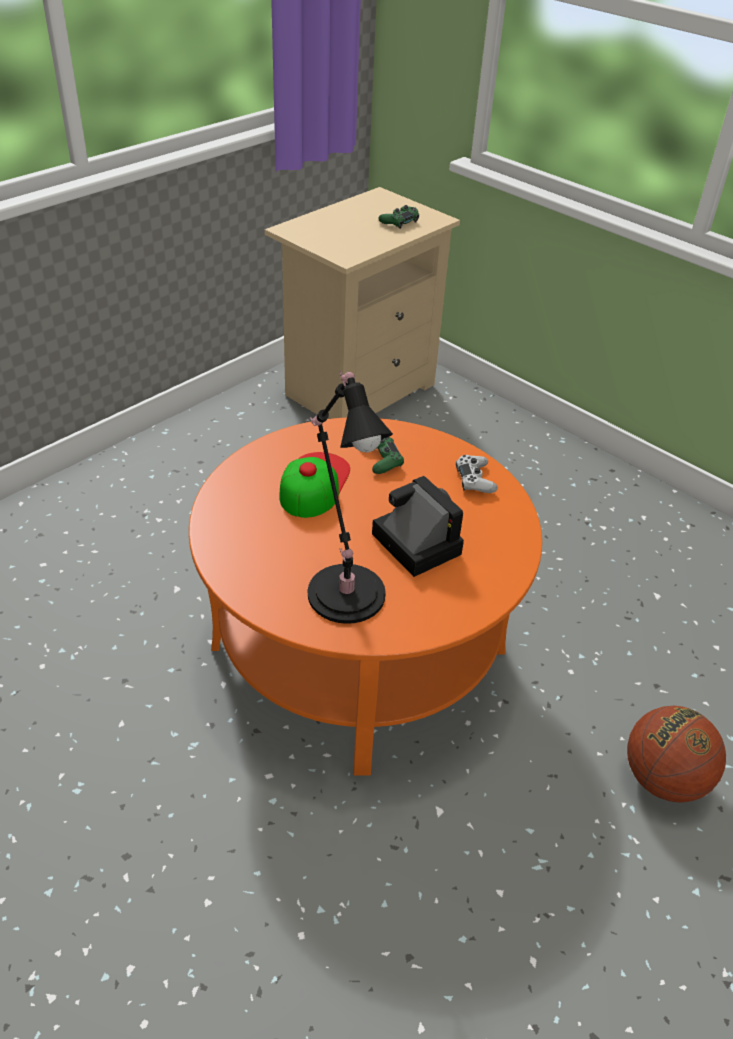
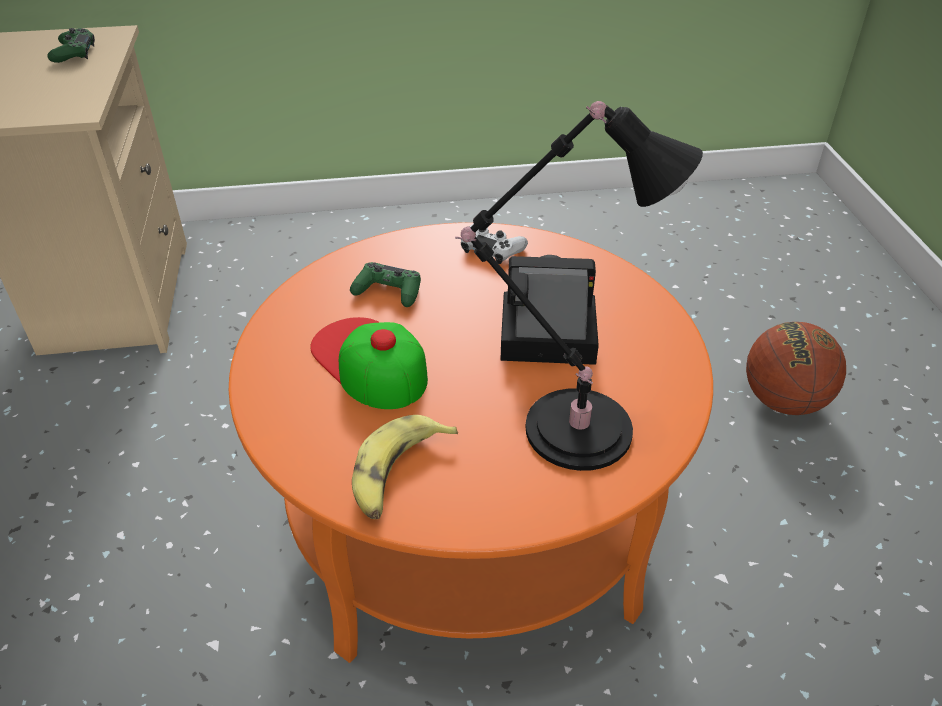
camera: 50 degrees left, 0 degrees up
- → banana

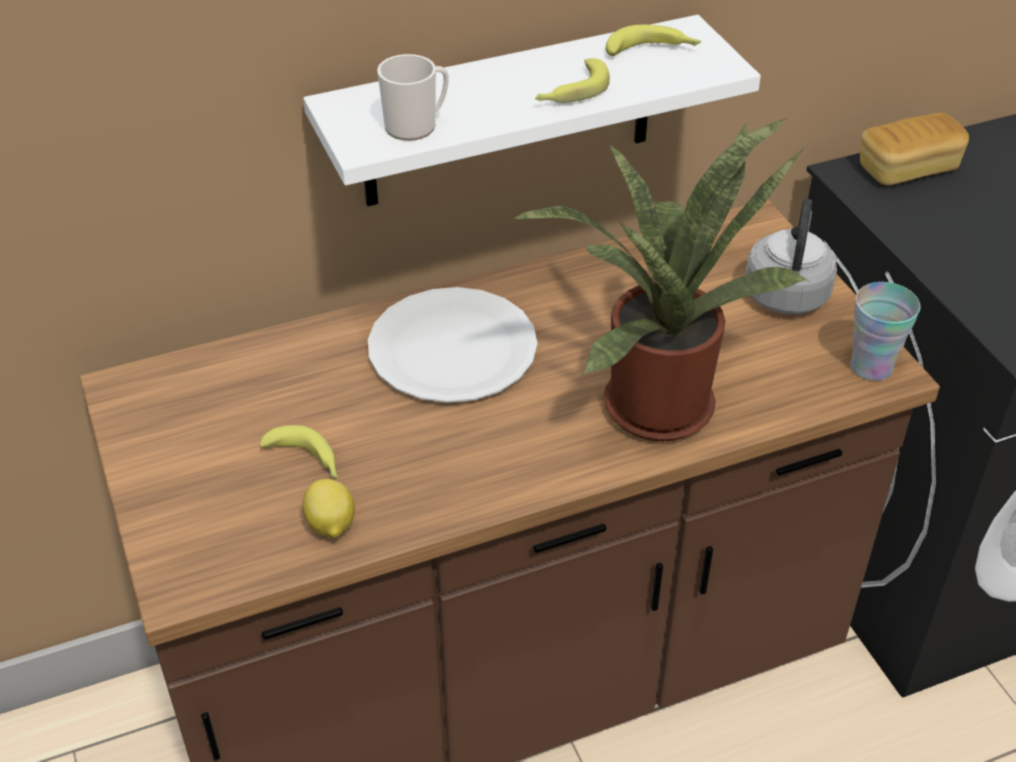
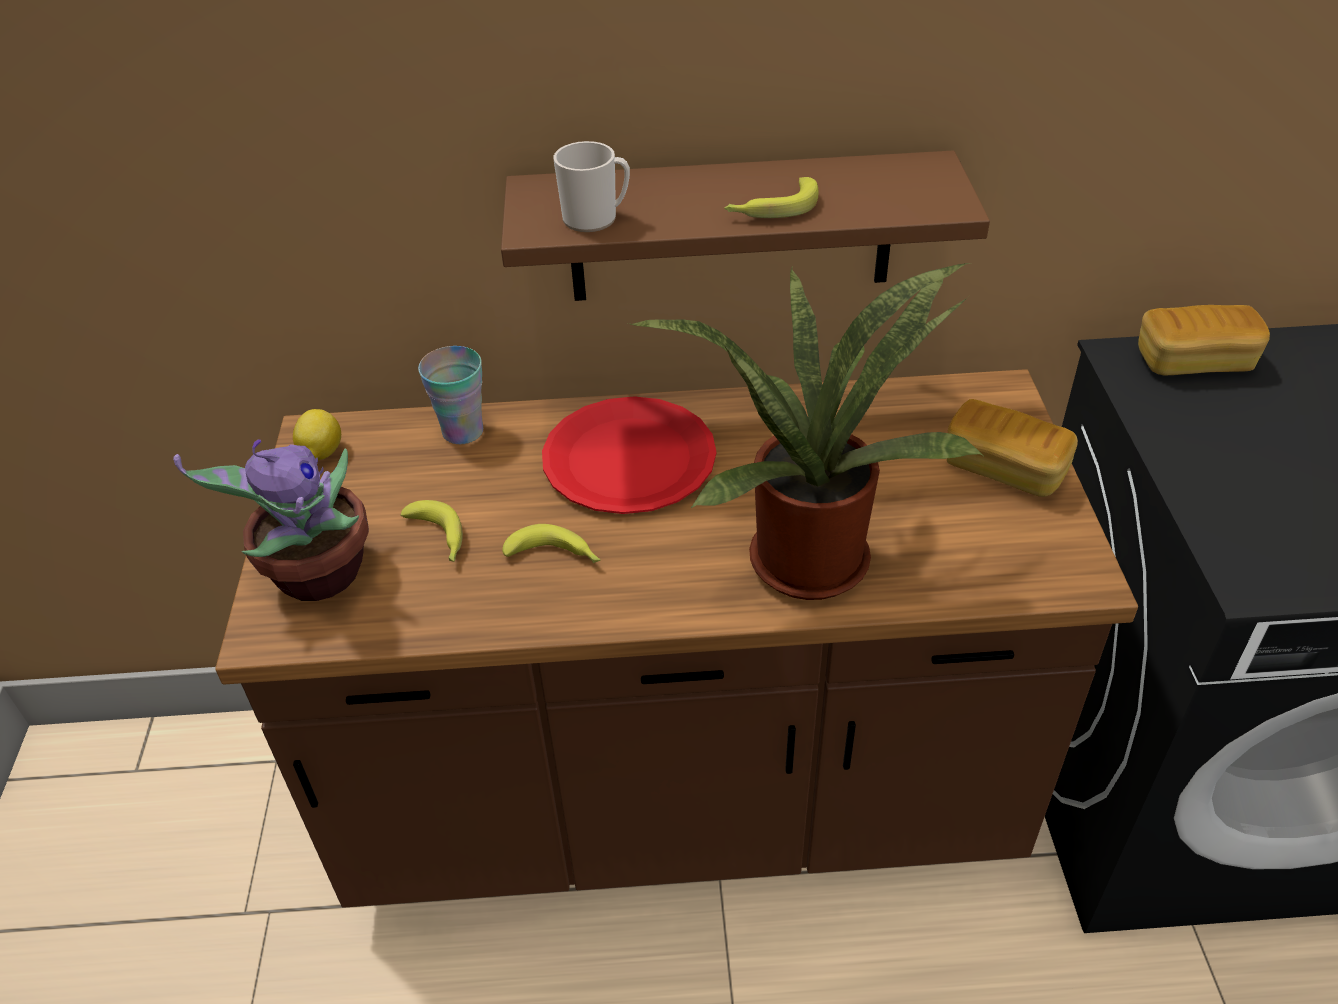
camera: 20 degrees right, 0 degrees up
white shelf → brown shelf
banana (3rd from left in the first image) → banana (2nd from left), move
grey kettle → bread (1st from left)
cup, move
white plate → red plate
lemon, move
- → potted plant (1st from left)

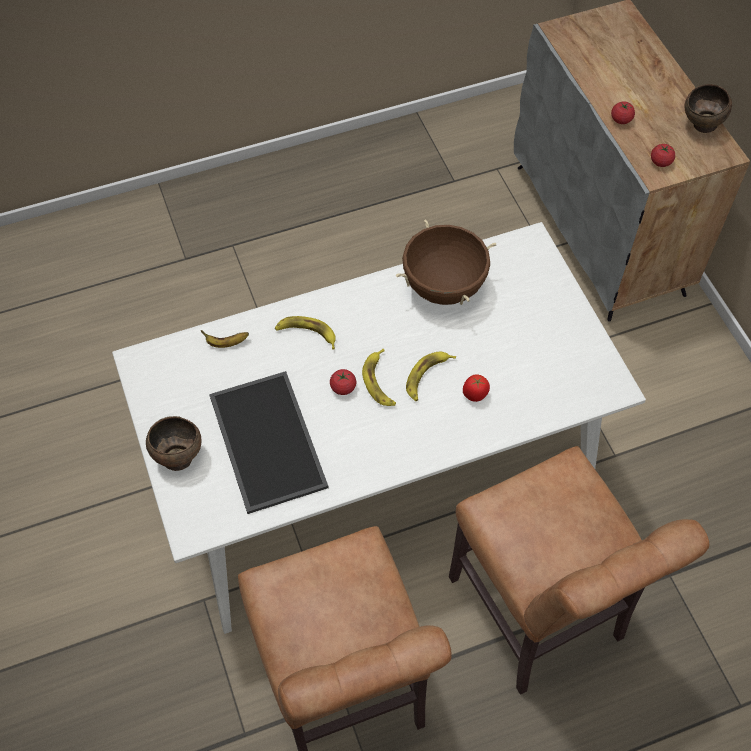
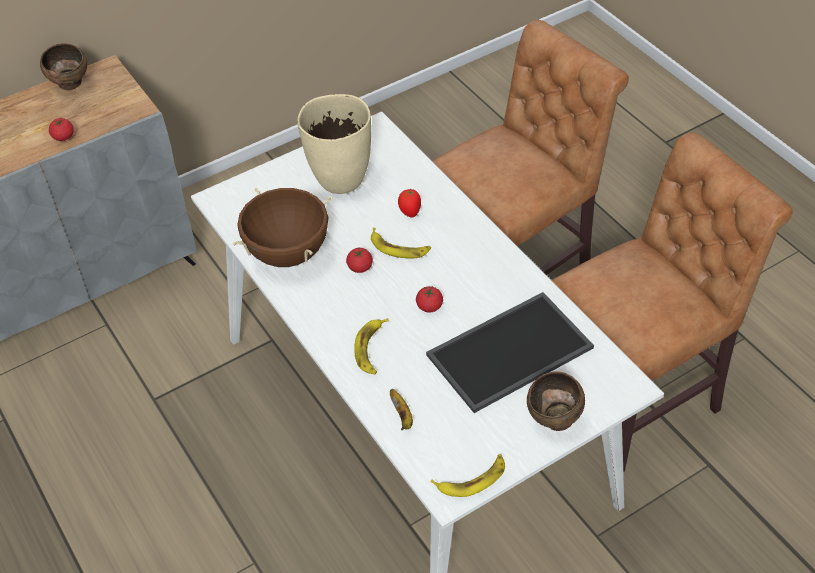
camera: 100 degrees left, 10 degrees down
tomato (4th from left in the first image) → tomato (2nd from left), move
banana (3rd from left in the first image) → banana (4th from left), move
- → beige vase

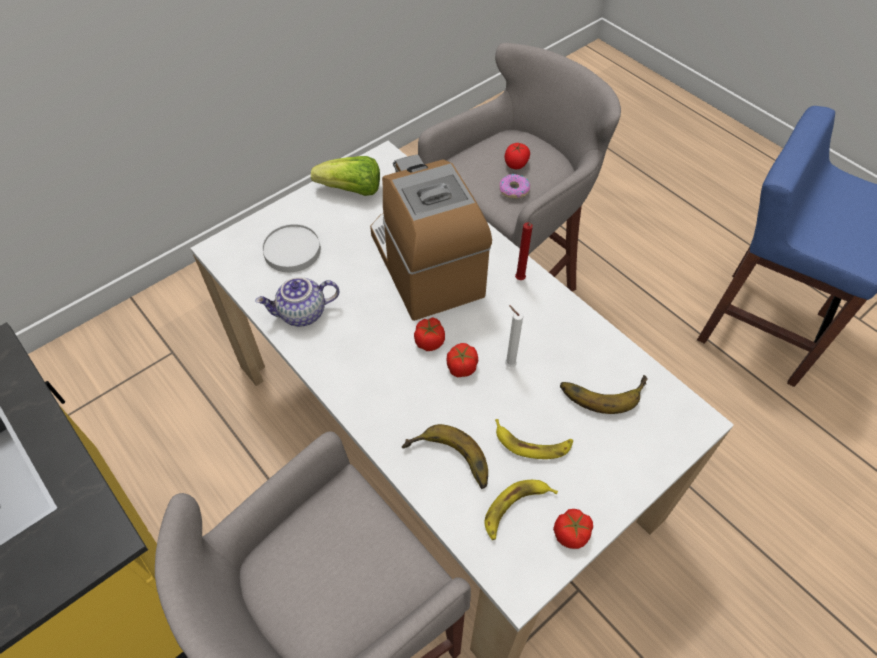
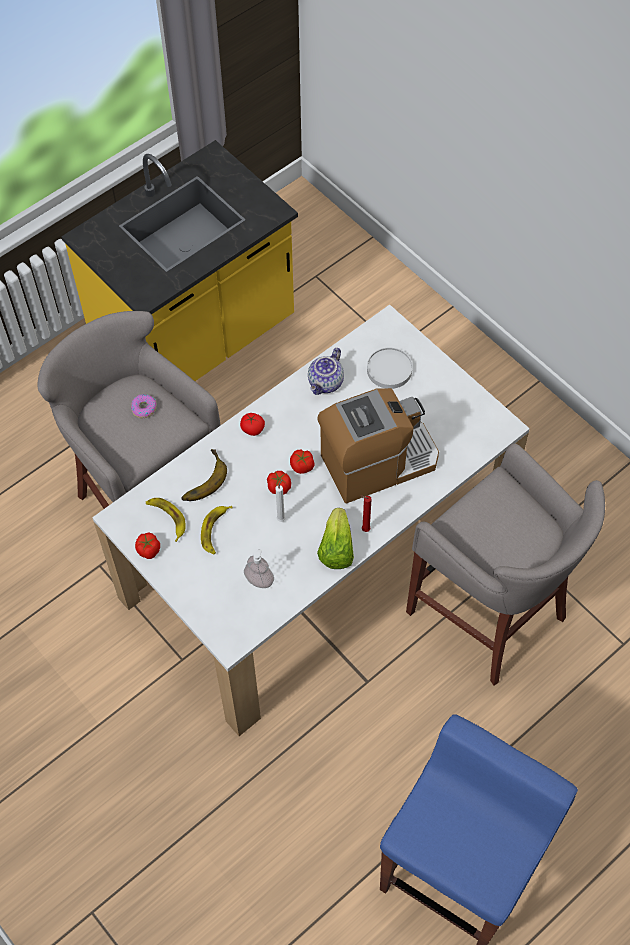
camera: 90 degrees right, 5 degrees up
tomato (3rd from left in the first image) → tomato (2nd from left), move
lettuce, move
donut, move
teapot, 135 degrees counterclockwise
banana (4th from left) → soap dispenser

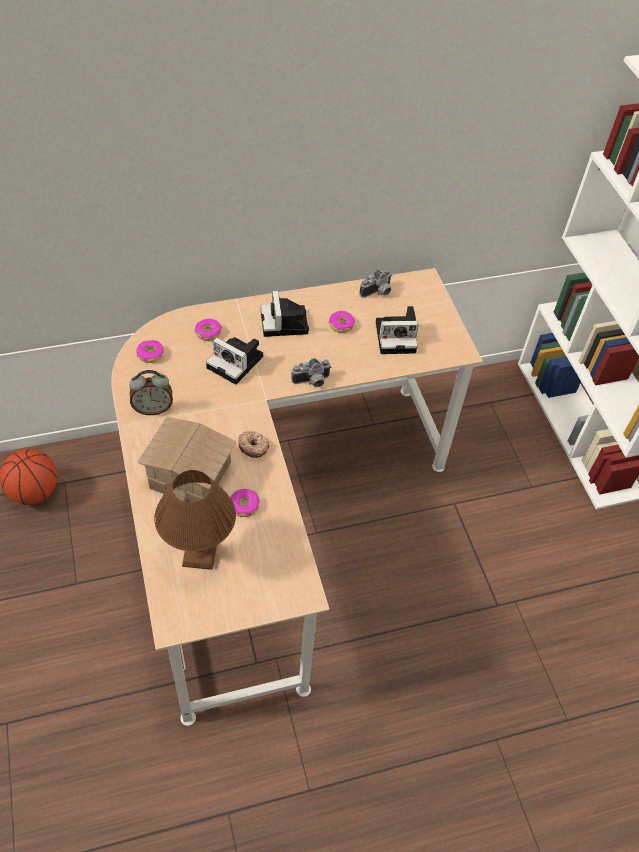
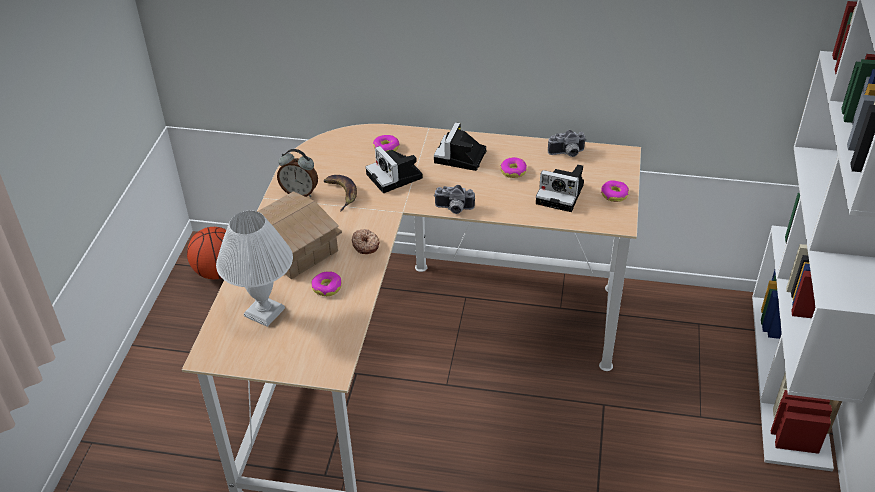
camera: 30 degrees right, 10 degrees down
donut (1st from left in the first image) → donut (5th from left), move
brown table lamp → white table lamp
- → banana

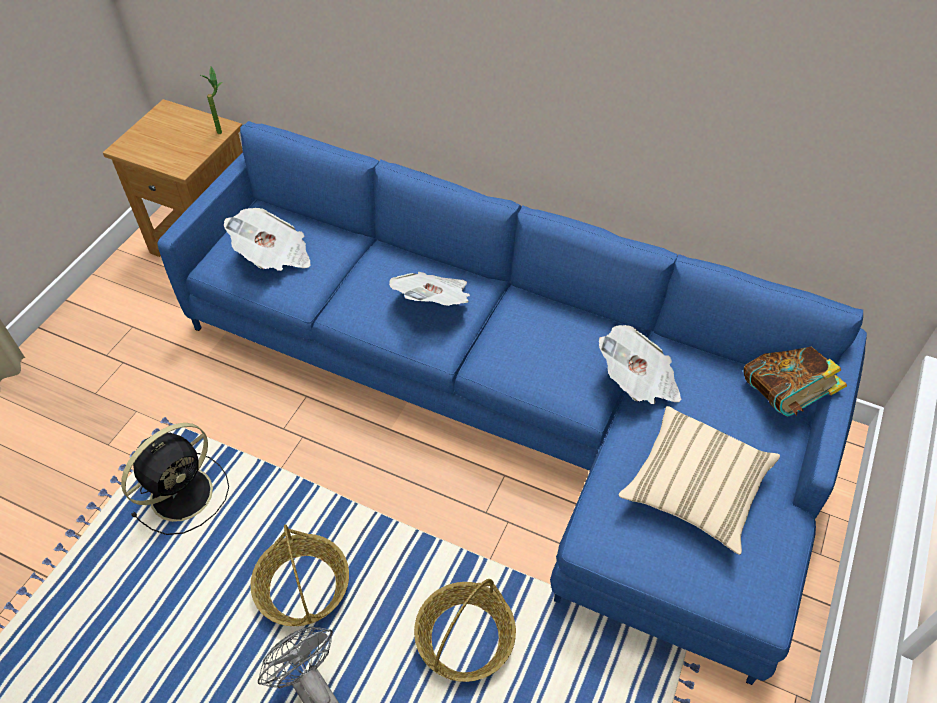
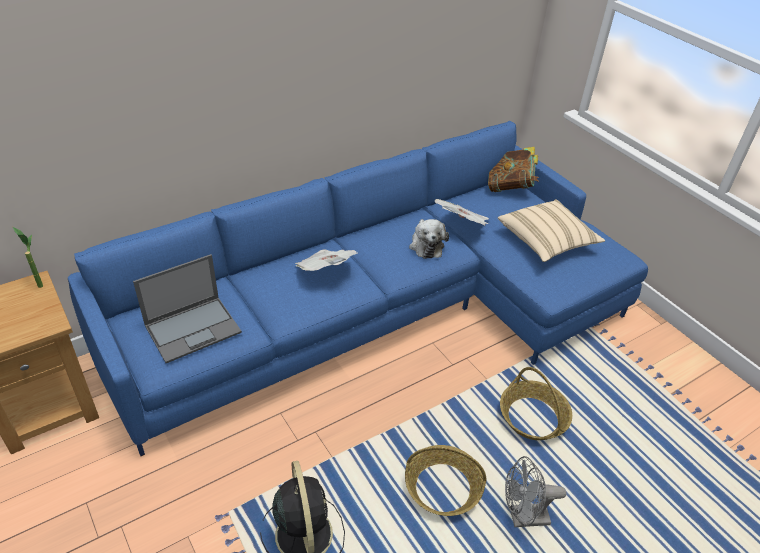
camera: 60 degrees left, 10 degrees down
newspaper (1st from left) → laptop
- → plush toy

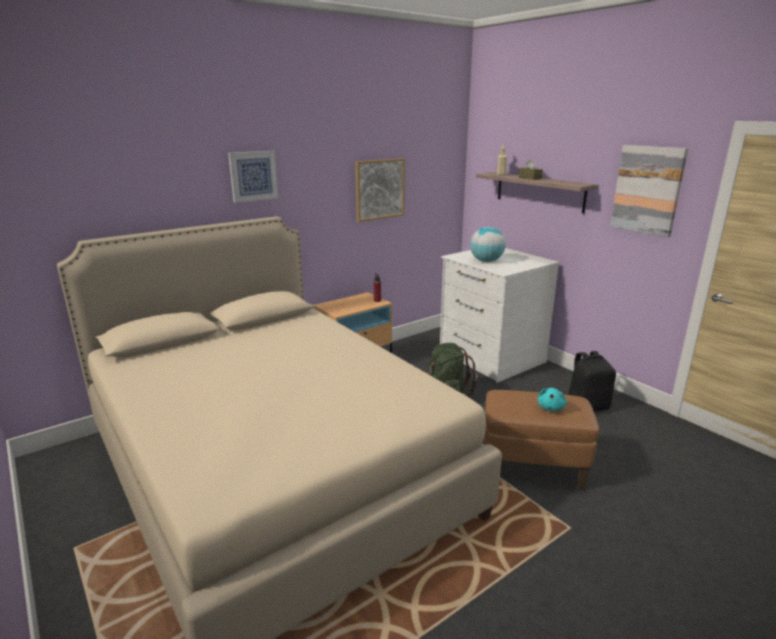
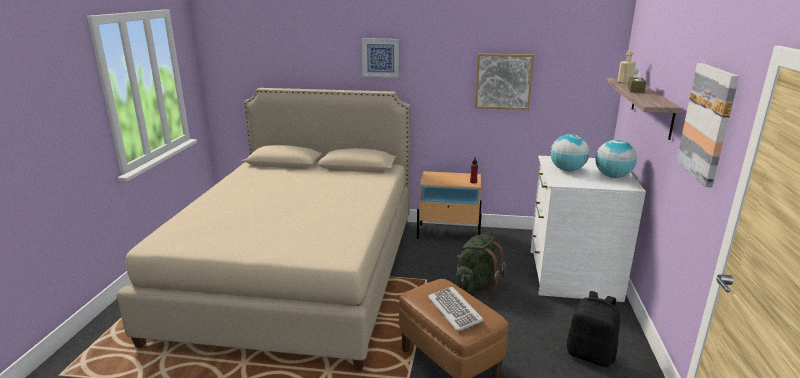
camera: 45 degrees right, 0 degrees up
turquoise plush toy → keyboard
- → globe (2nd from left)

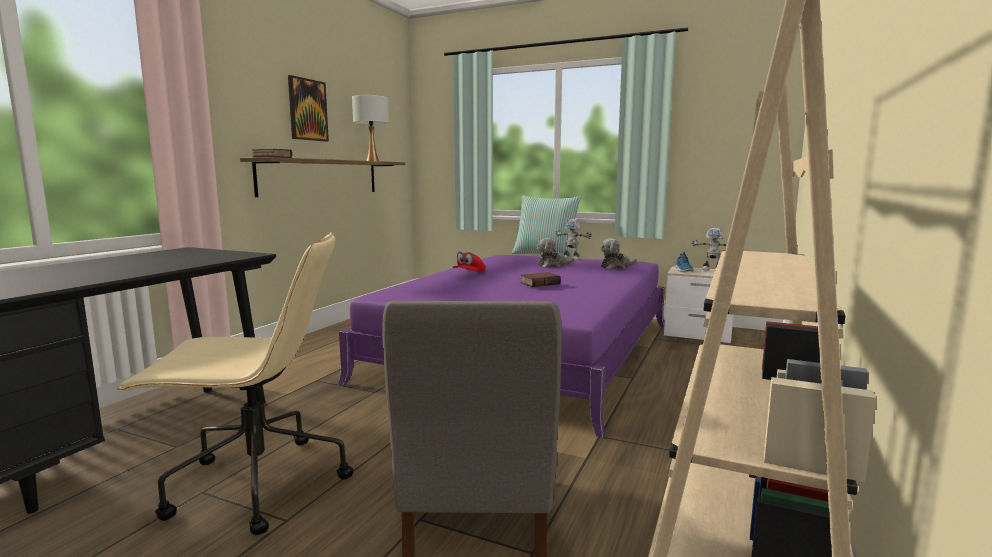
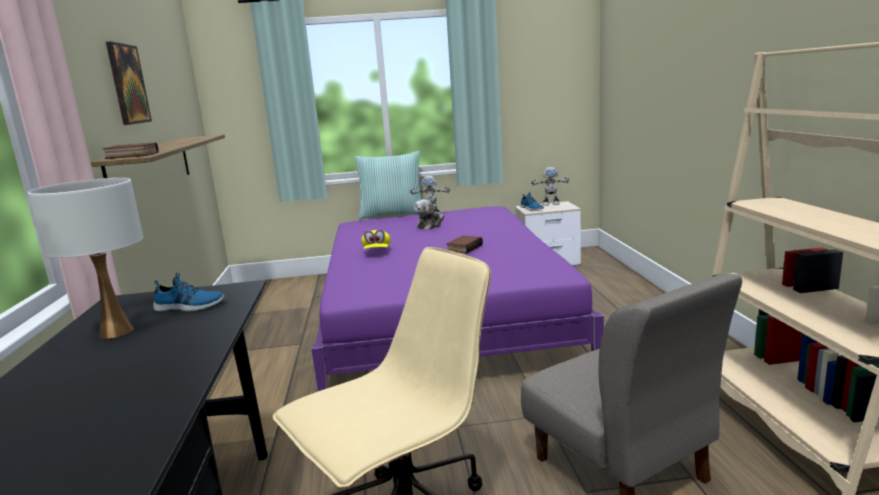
camera: 30 degrees left, 5 degrees up
white table lamp, move
plush toy (2nd from left) → -
red cap → yellow cap
- → shoe (1st from left)

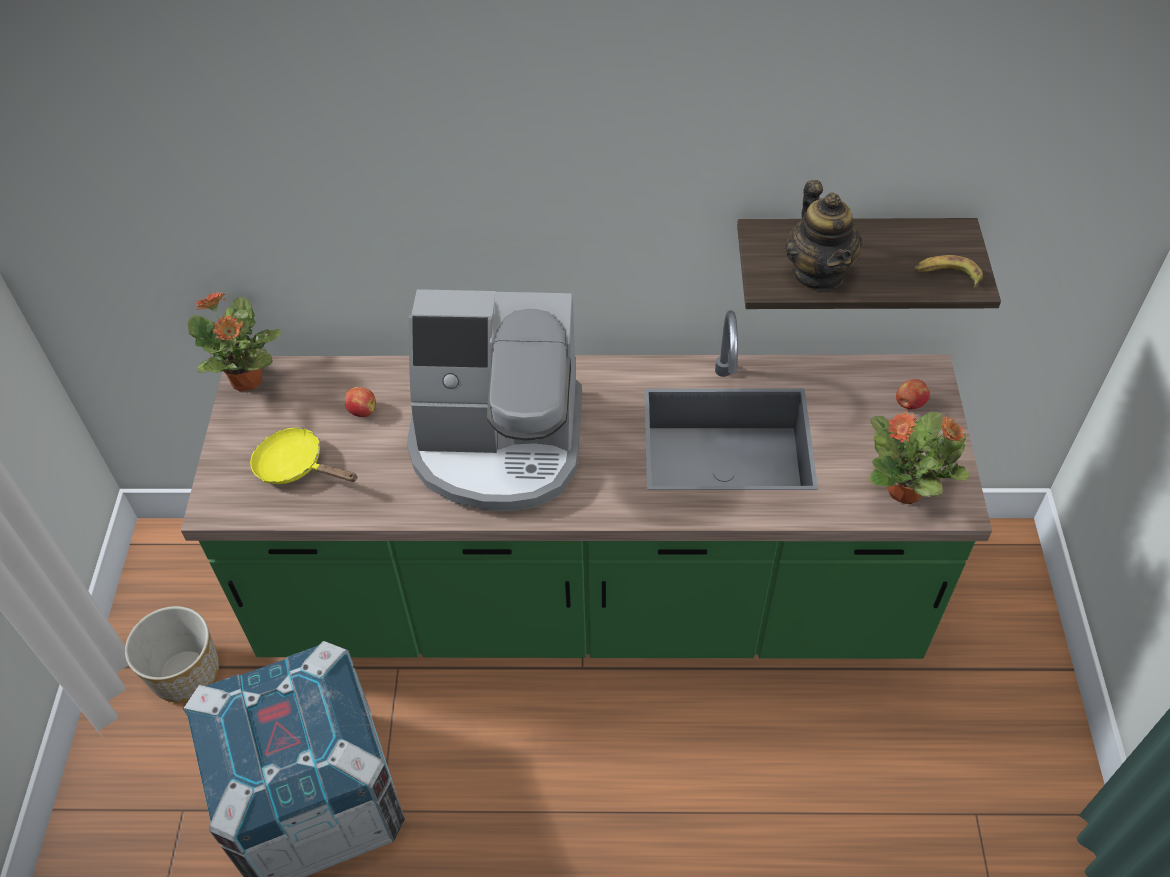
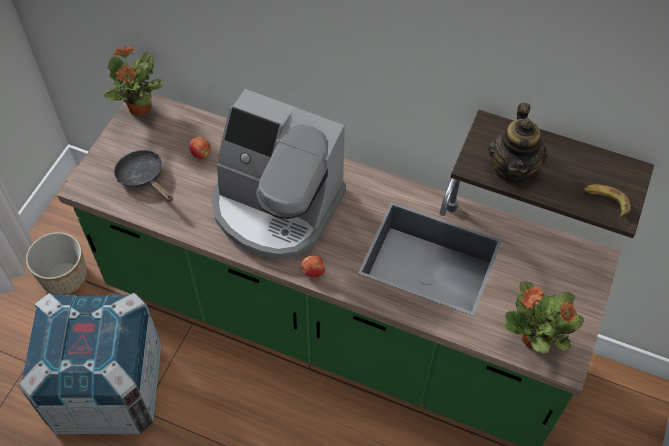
camera: 20 degrees right, 5 degrees up
apple (2nd from left), move
yellow frying pan → black frying pan

